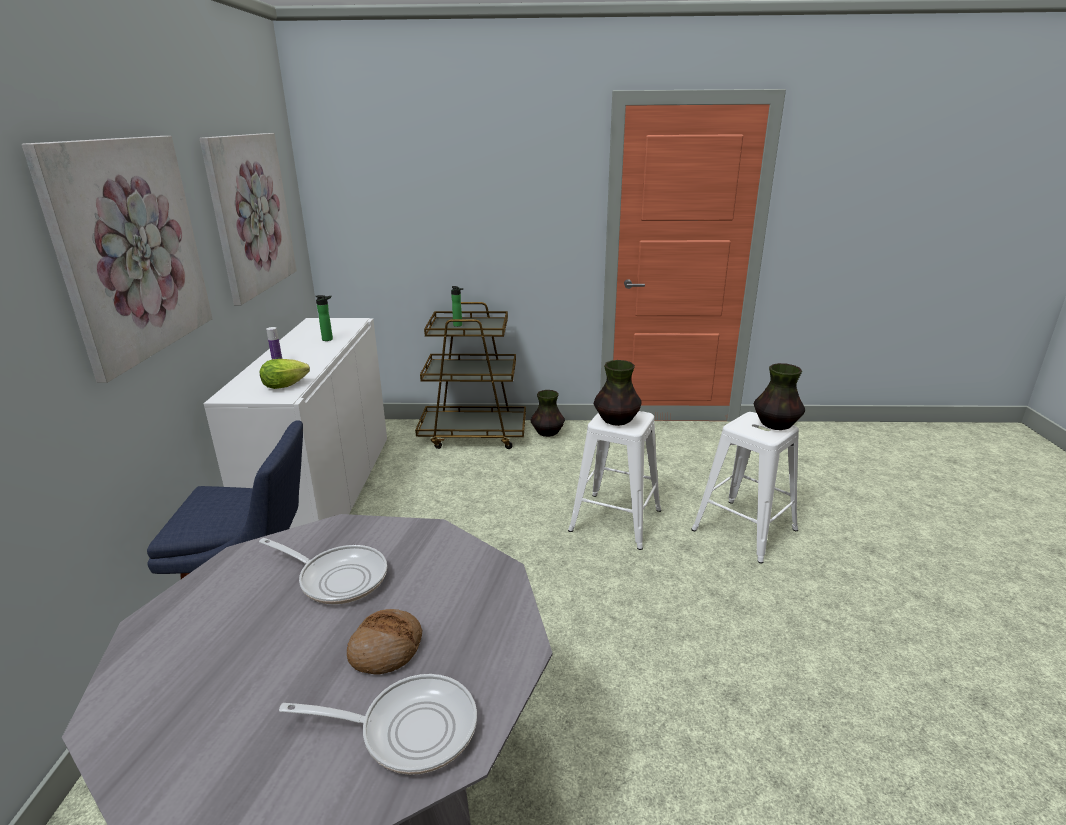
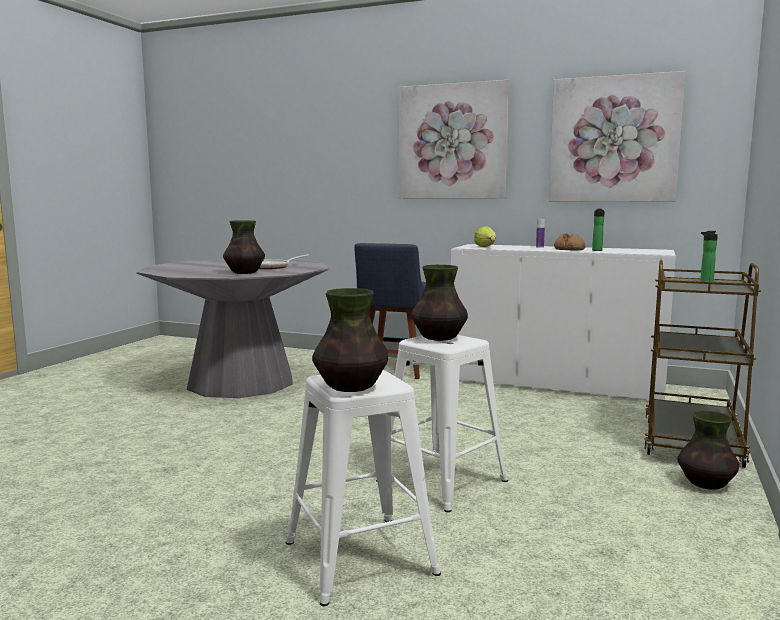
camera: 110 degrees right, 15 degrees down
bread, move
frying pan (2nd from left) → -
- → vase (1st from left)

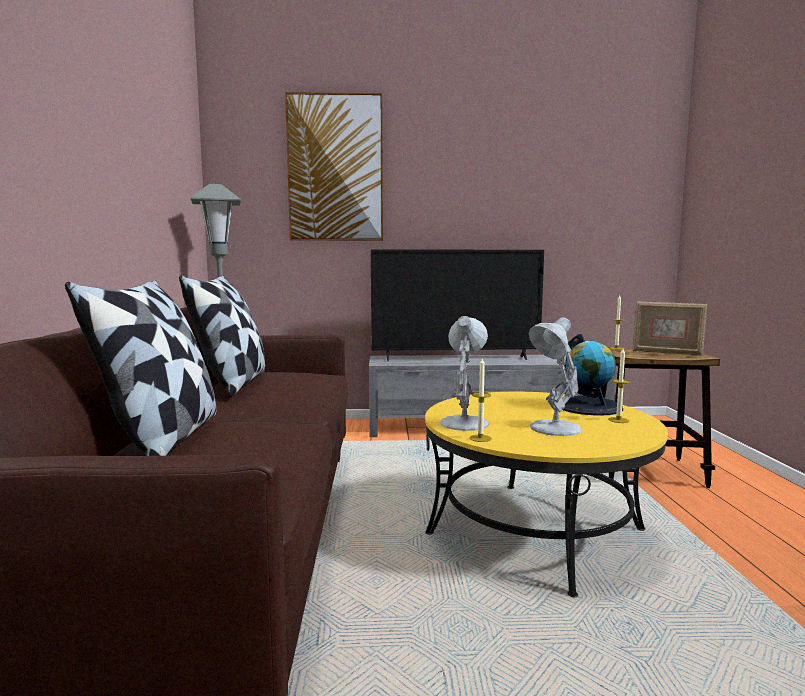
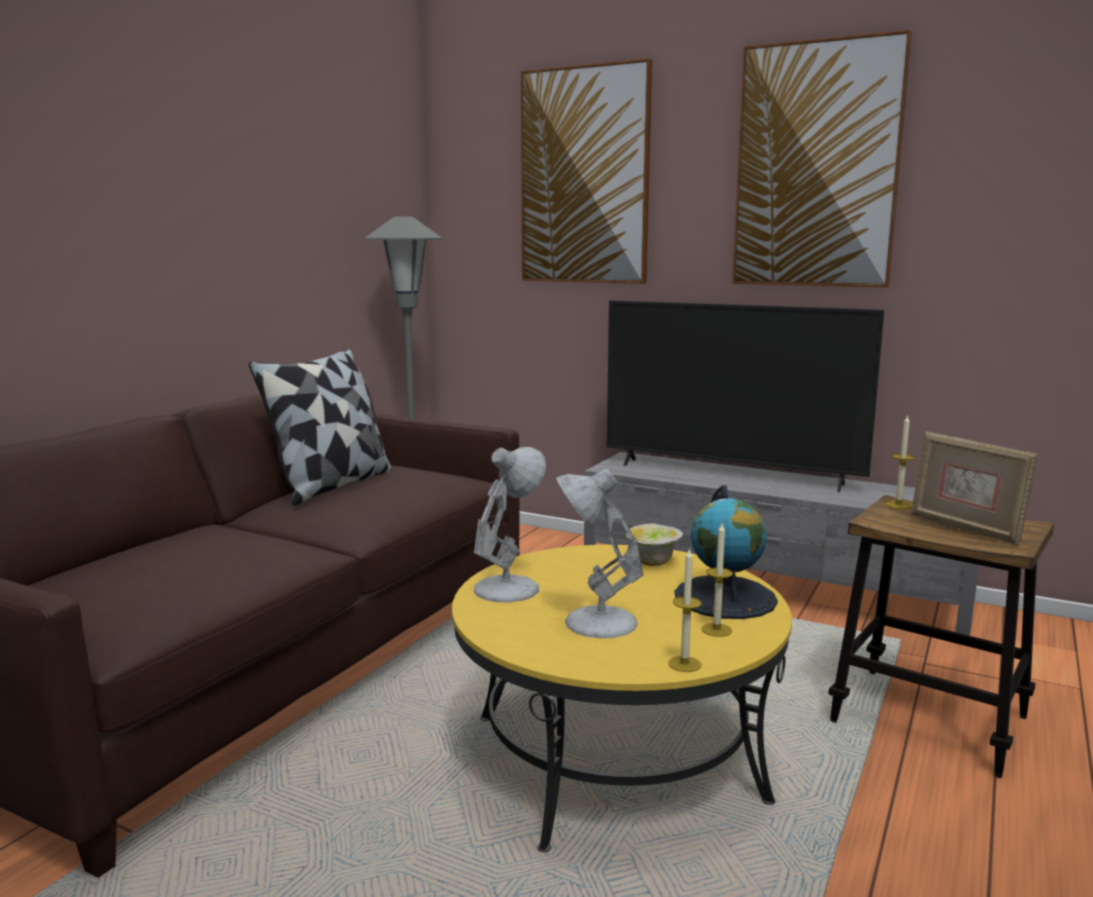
camera: 30 degrees right, 5 degrees up
pillow (1st from left) → -
candle (1st from left), move
- → picture (2nd from left)
- → bowl

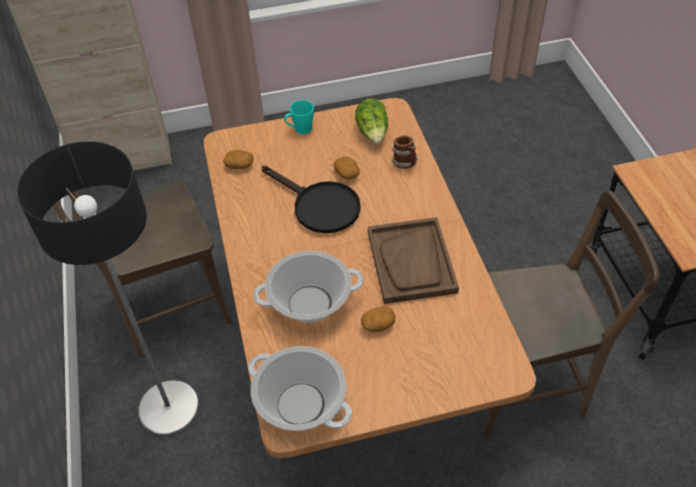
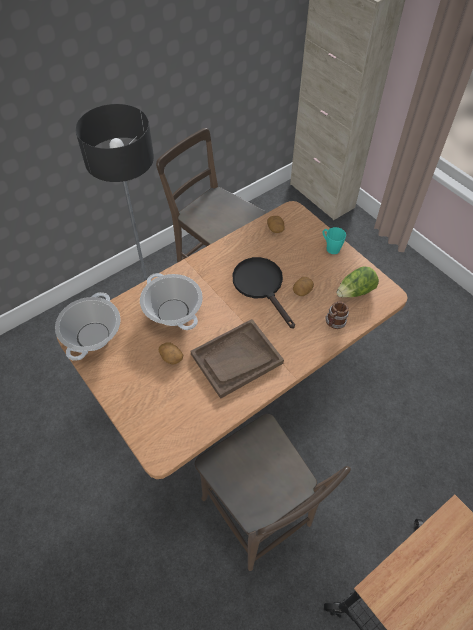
camera: 65 degrees right, 5 degrees up
black frying pan, 135 degrees clockwise

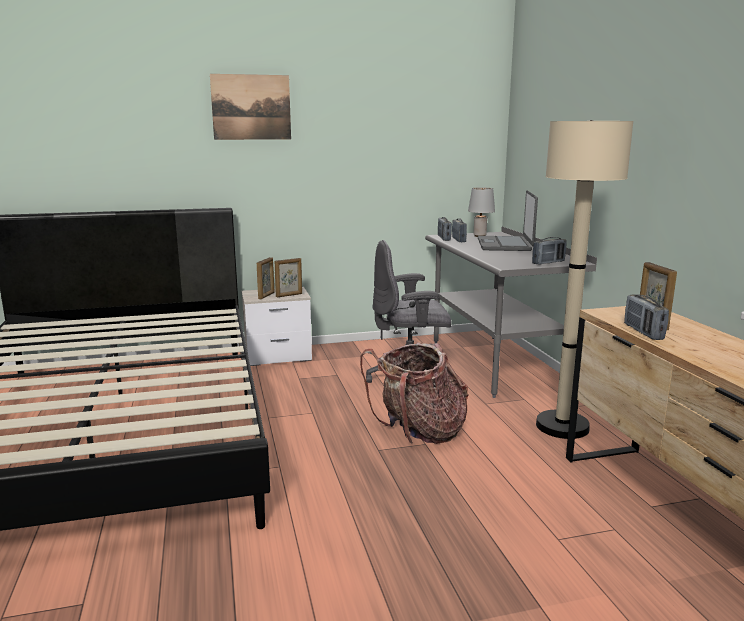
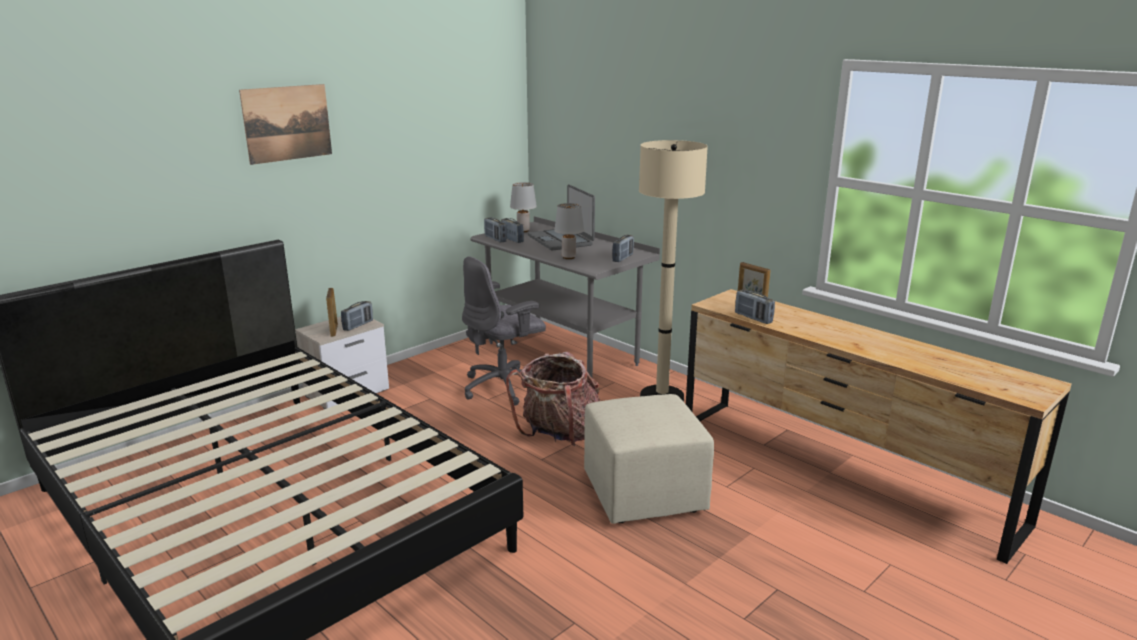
camera: 30 degrees left, 5 degrees up
picture frame (2nd from left) → radio (1st from left)
- → grey table lamp (2nd from left)
- → beige ottoman

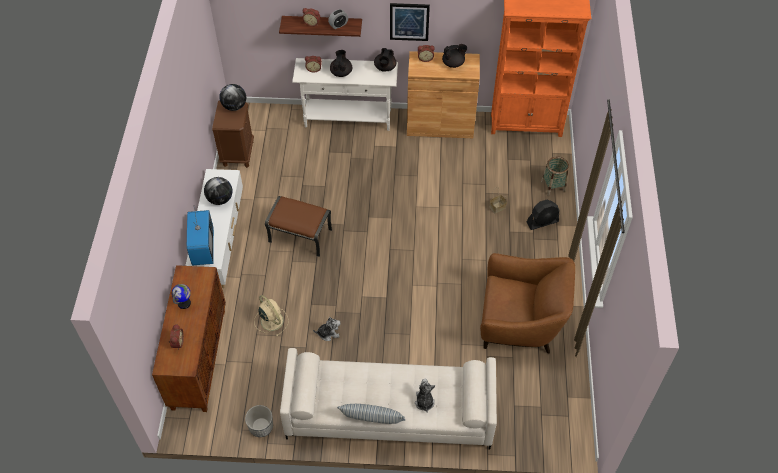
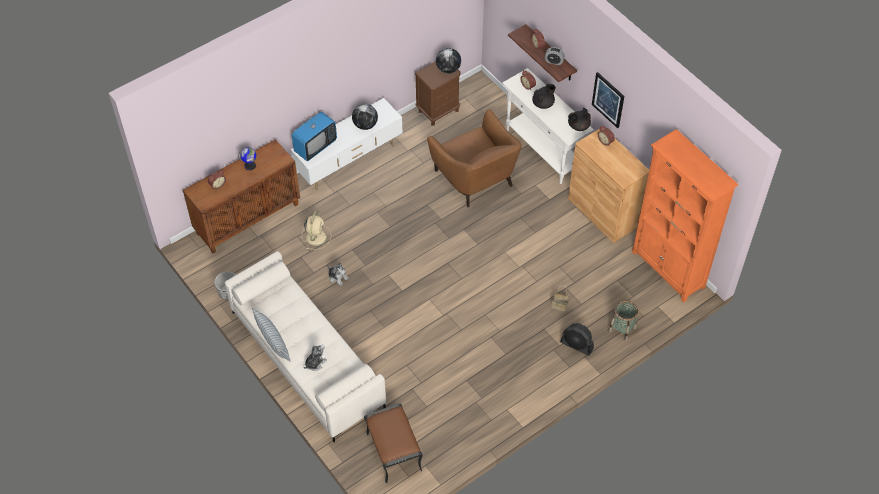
camera: 50 degrees right, 0 degrees up
black teapot (3rd from left) → -
brown ottoman, move
brown armchair, move

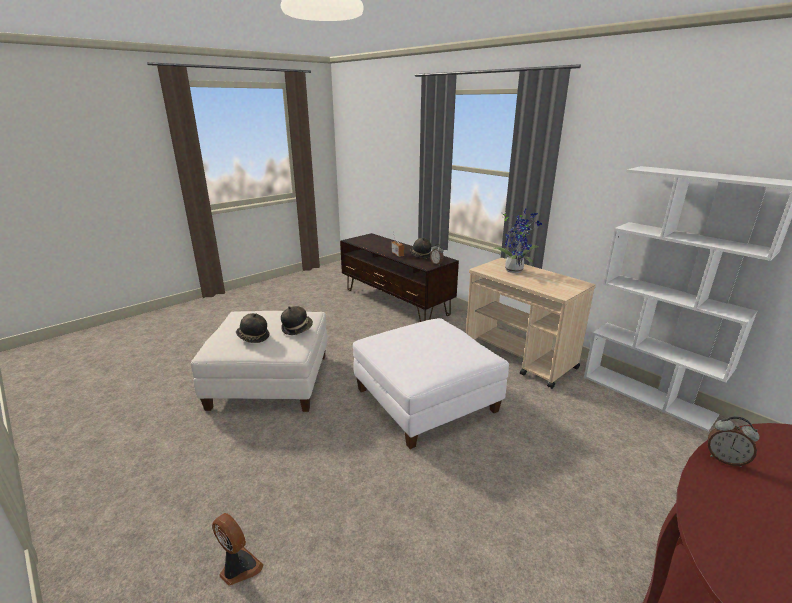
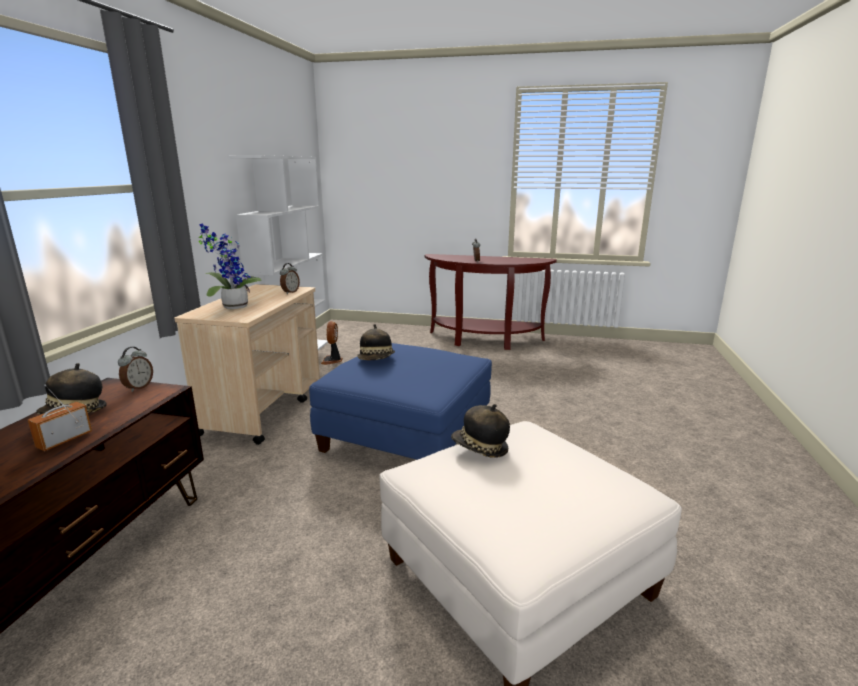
camera: 125 degrees left, 5 degrees down
hat (1st from left in the first image) → hat (2nd from left), move
white ottoman (2nd from left) → blue ottoman
fan, move
- → alarm clock (2nd from left)

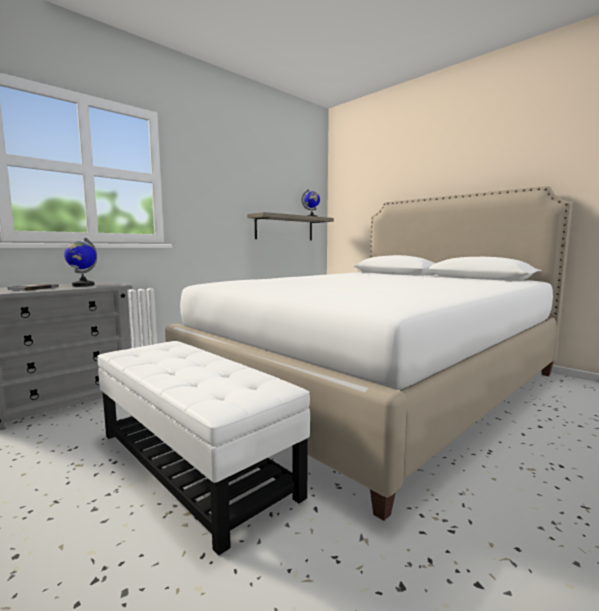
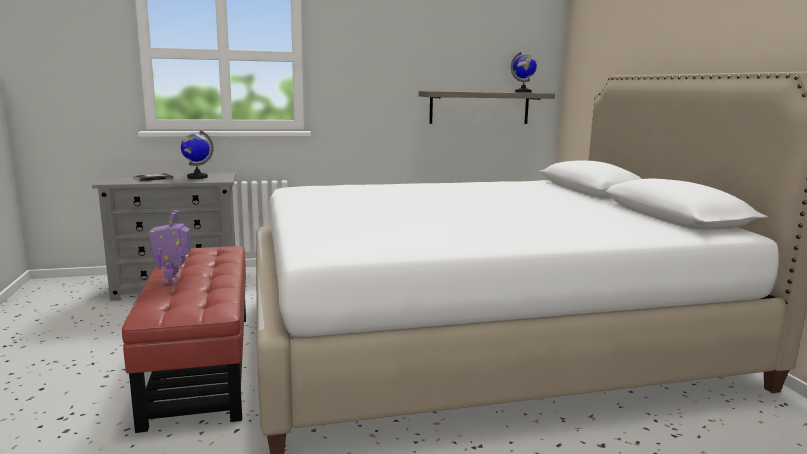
camera: 30 degrees right, 5 degrees up
white ottoman → red ottoman
- → toy robot

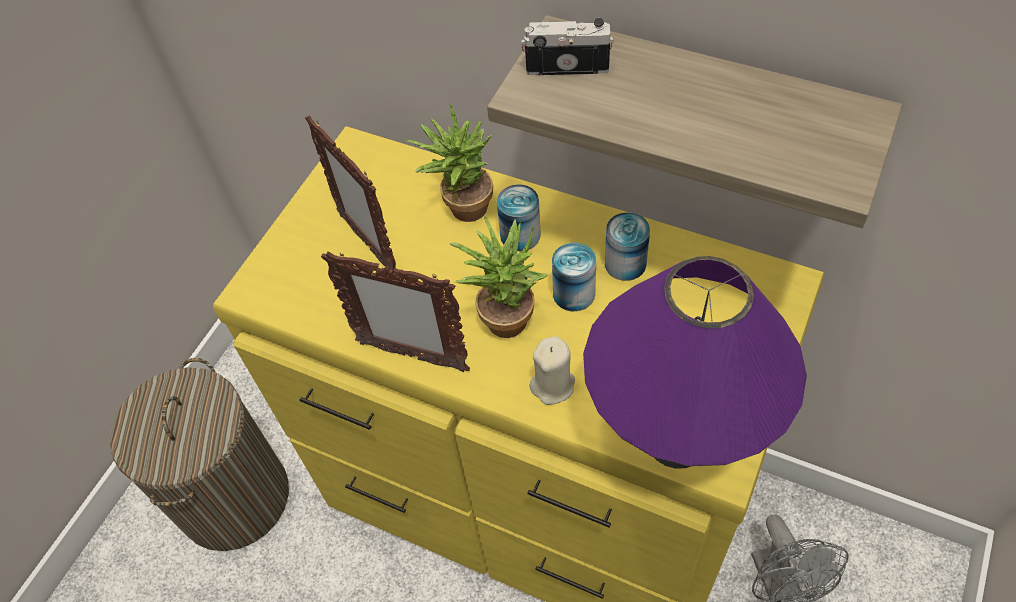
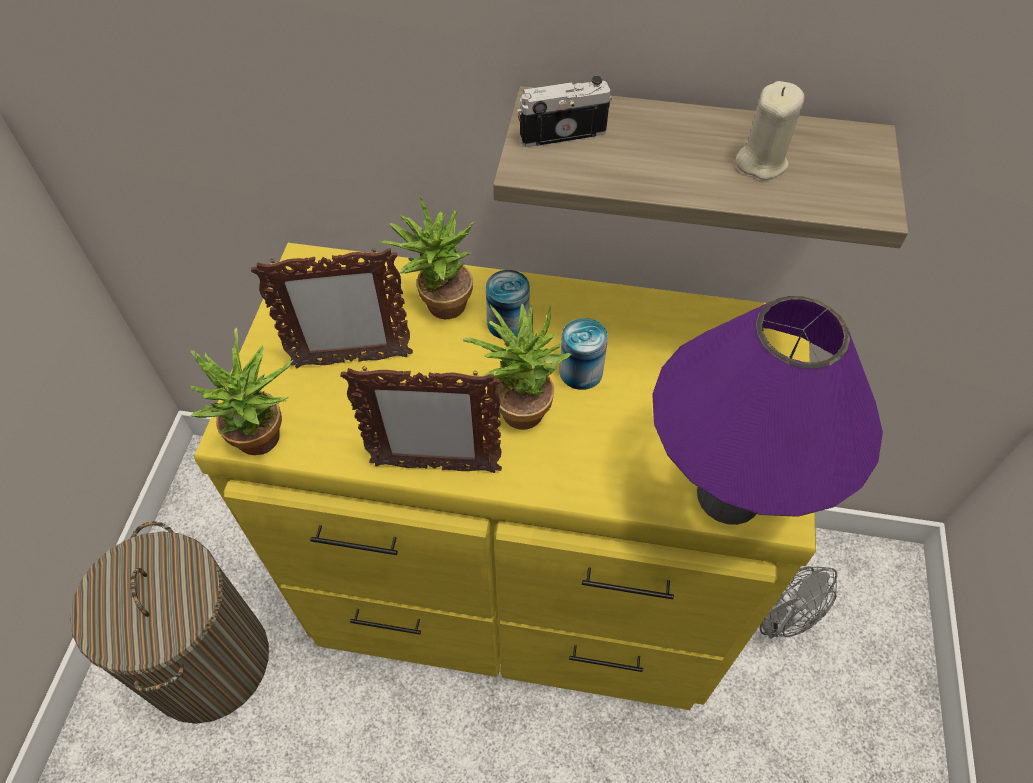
camera: 20 degrees left, 0 degrees up
picture frame (1st from left), 45 degrees counterclockwise
can (3rd from left) → -
beige candle, move
- → potted plant (1st from left)

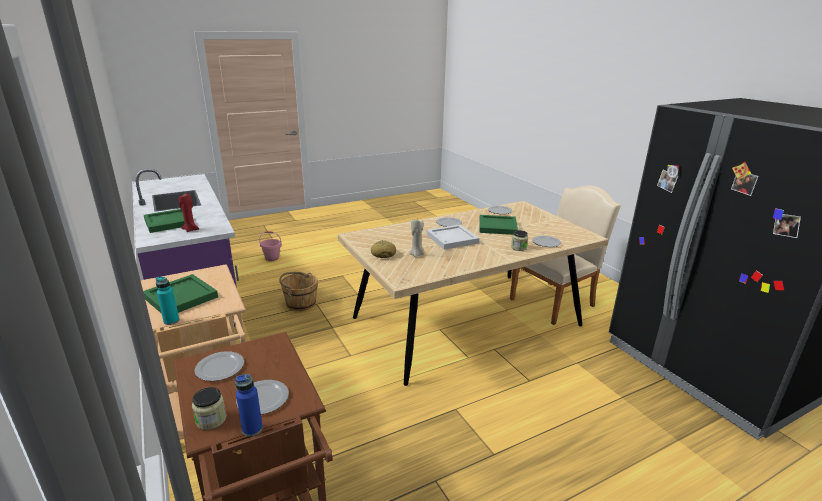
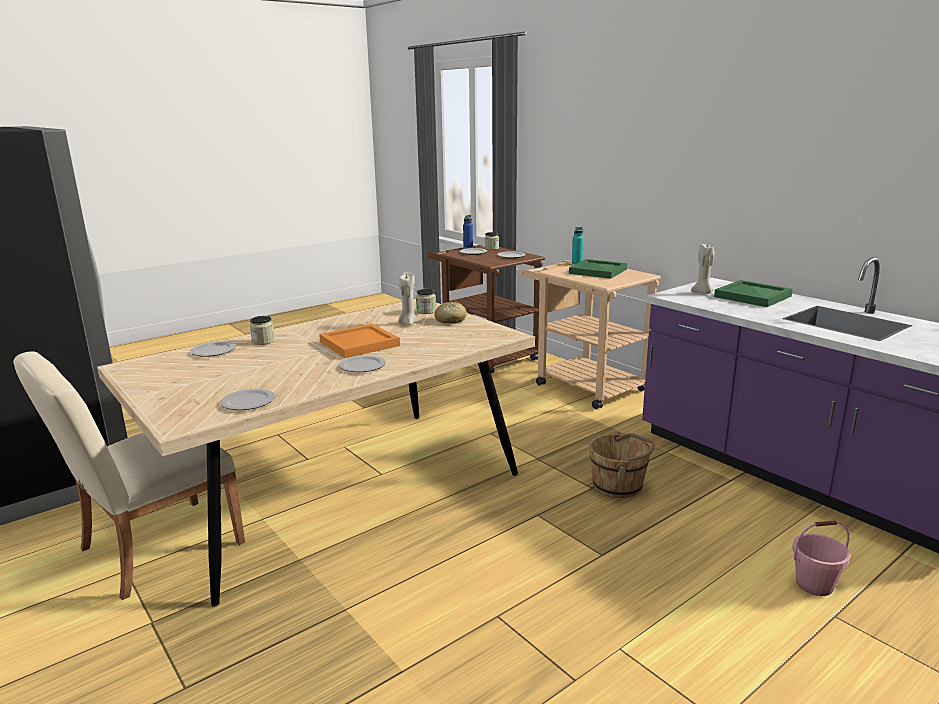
camera: 170 degrees right, 5 degrees down
red candle → beige candle (2nd from left)
green tray (3rd from left) → -
white tray → orange tray
- → jar (2nd from left)

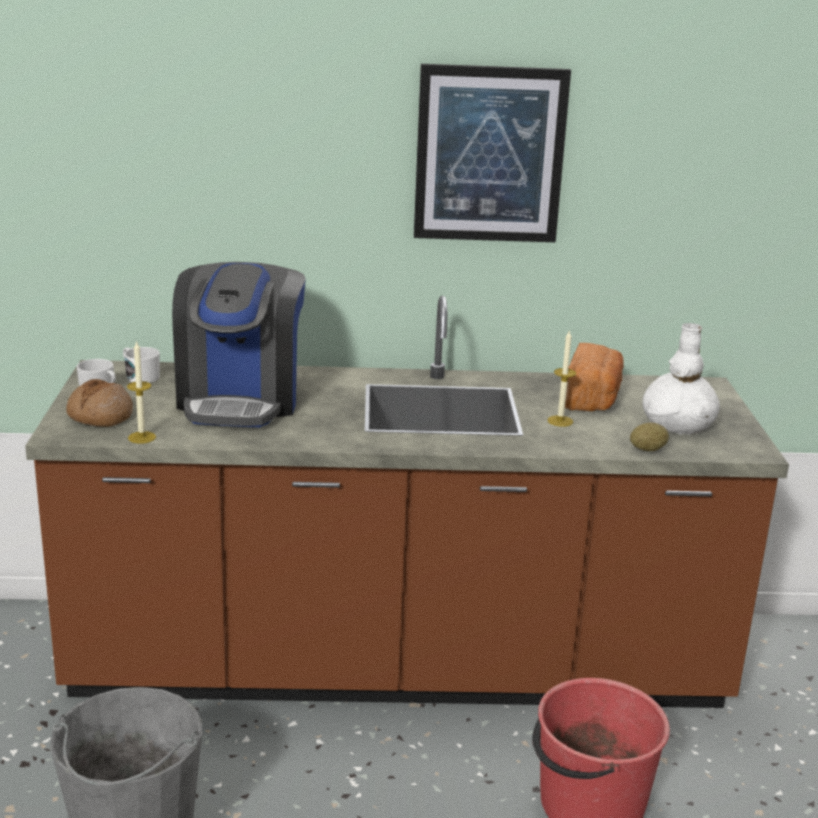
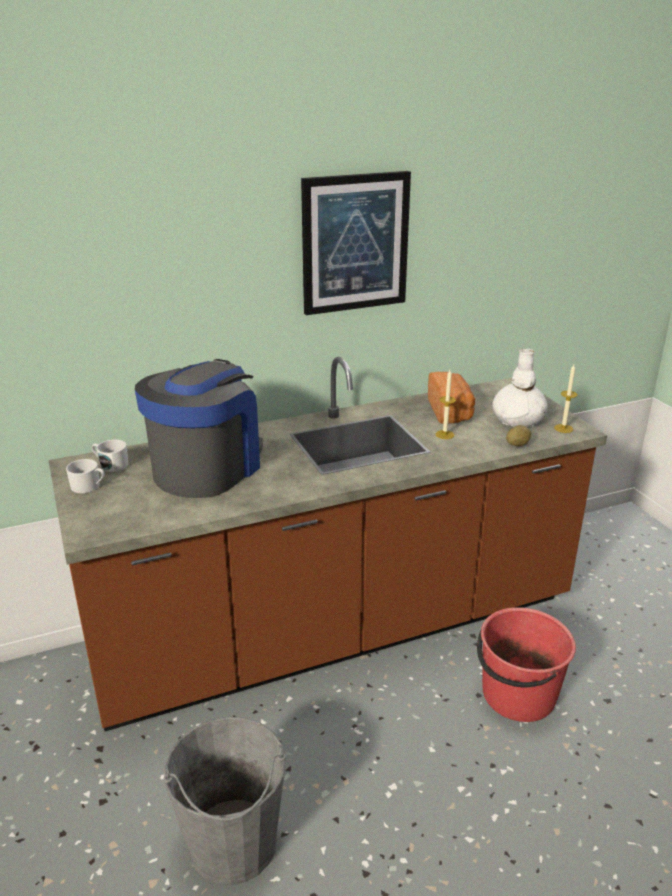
camera: 20 degrees left, 5 degrees up
coffee machine, 135 degrees counterclockwise
candle (1st from left in the first image) → candle (2nd from left), move
bread (1st from left) → -

